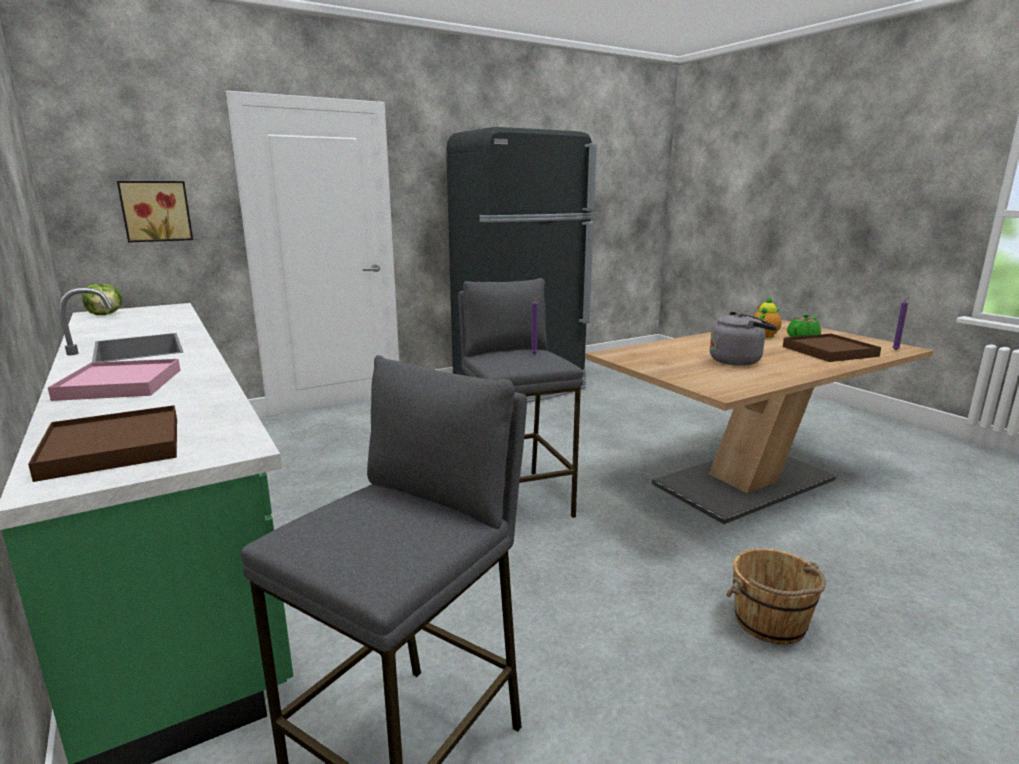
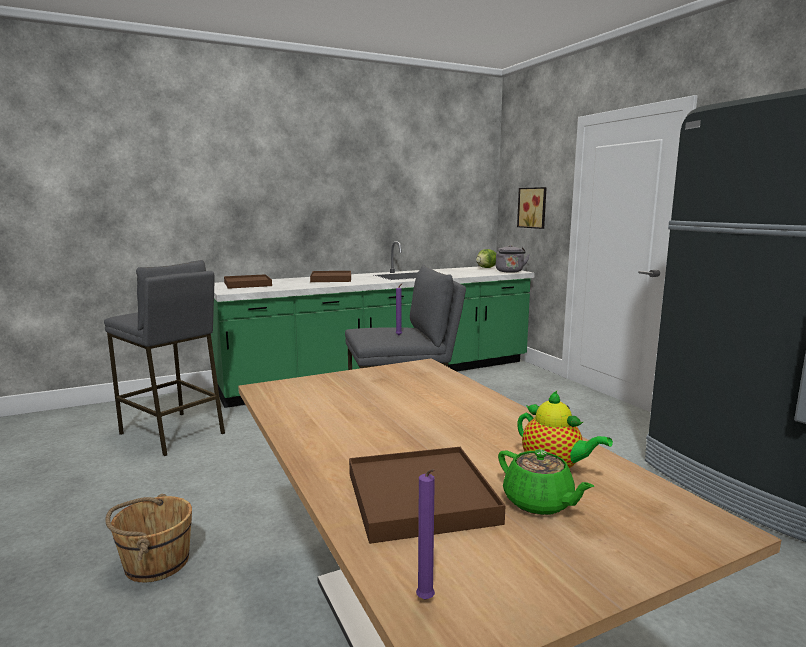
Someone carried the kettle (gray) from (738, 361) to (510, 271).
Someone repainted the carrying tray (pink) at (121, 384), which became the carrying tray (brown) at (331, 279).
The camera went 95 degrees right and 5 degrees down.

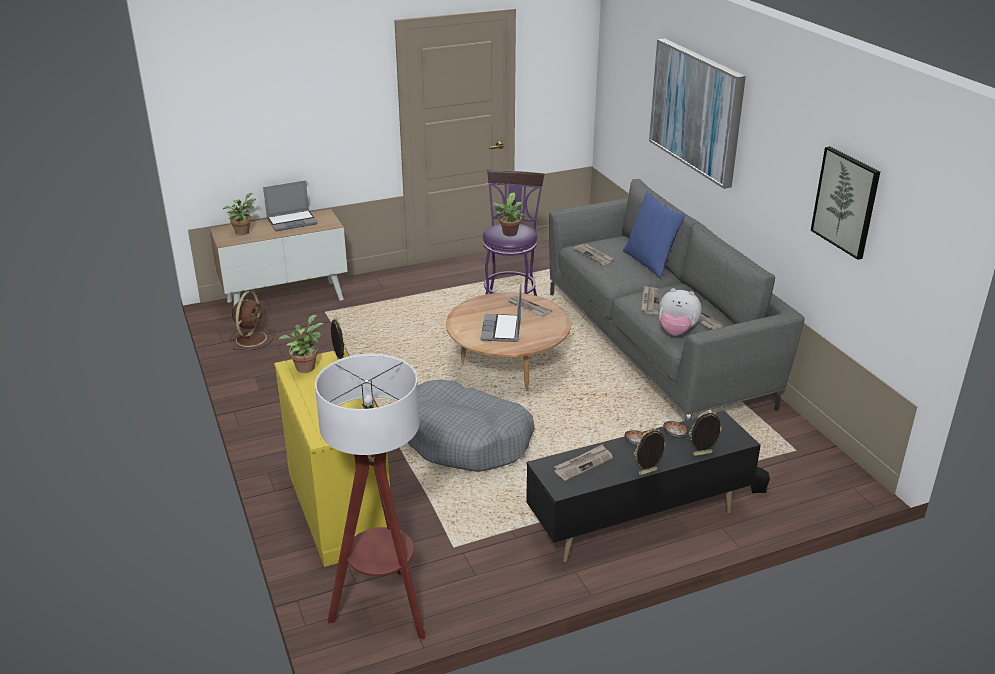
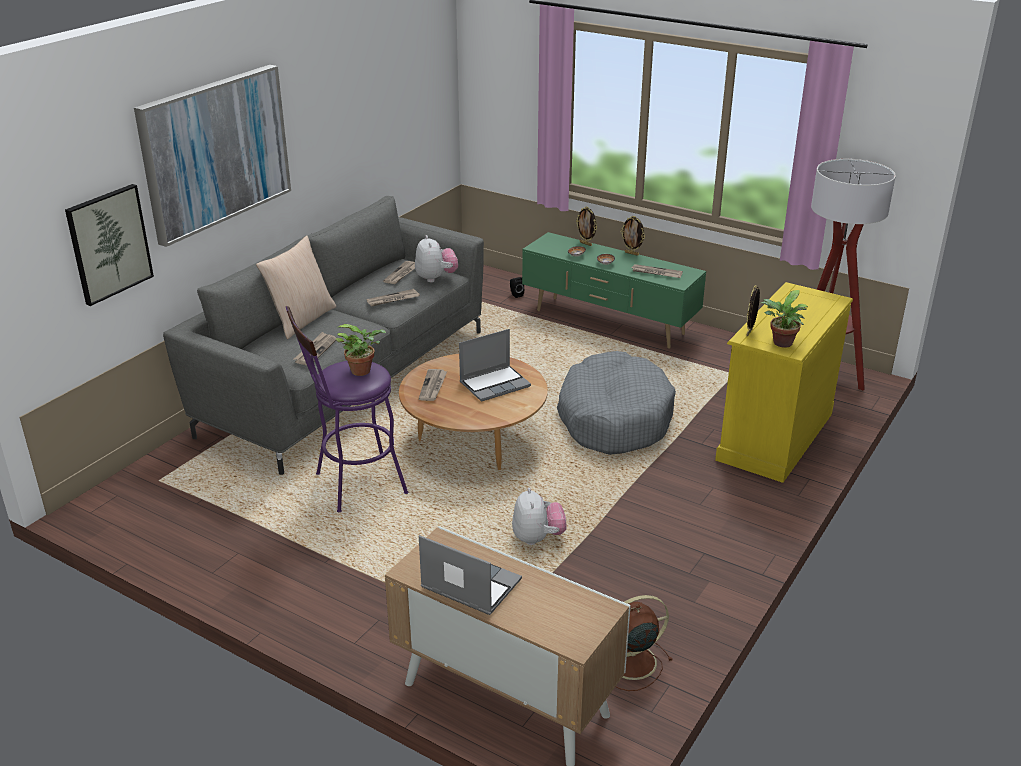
Someone carried the picture from (846, 202) to (109, 244).
Someone repainted the pillow (blue-coloured) at (650, 262), which became the pillow (beige) at (301, 320).
Someone took away the plant in a pot at (243, 231).
Someone repainted the tv stand (black-coloured) at (637, 522), which became the tv stand (greenish) at (609, 323).
Someone put down the soft toy at (537, 538).
The camera went 125 degrees left and 0 degrees up.

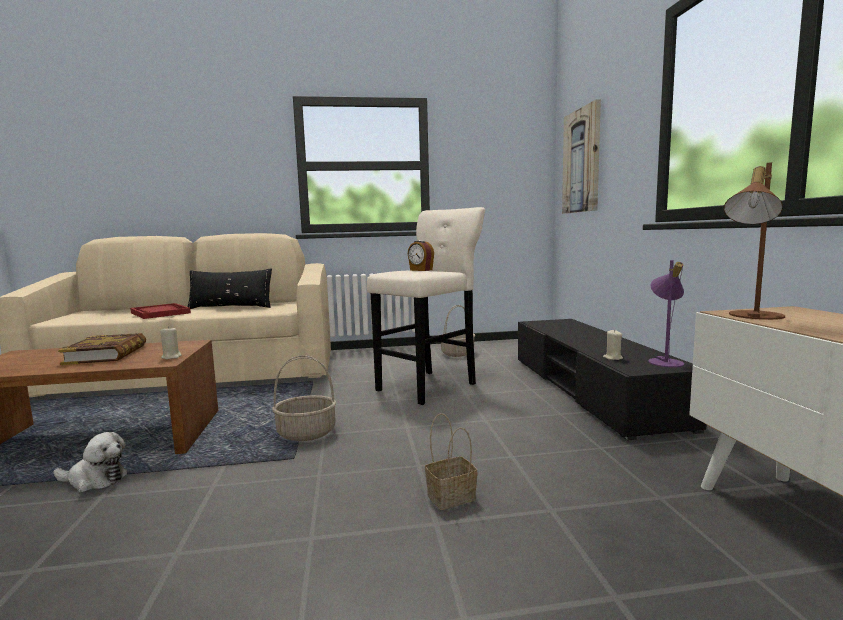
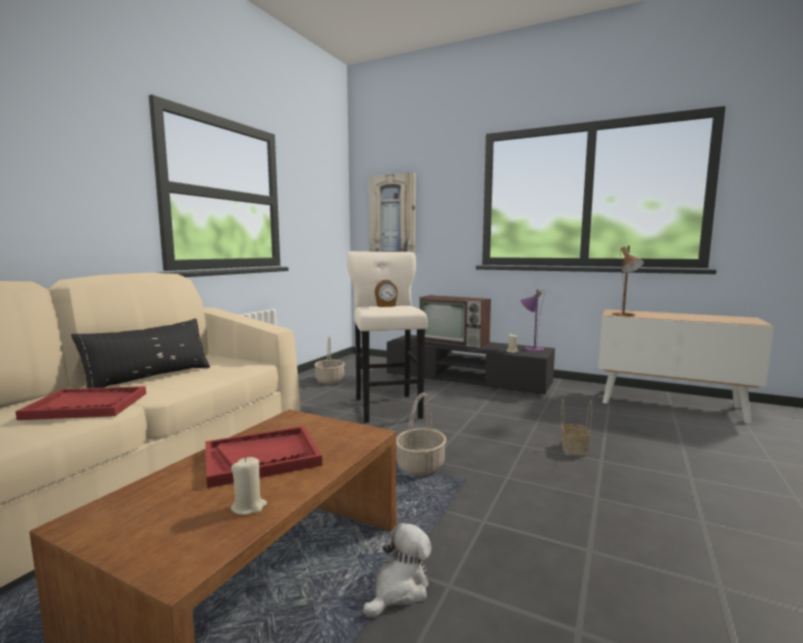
Someone carried the candle (beige) from (171, 357) to (249, 507).
Someone swapped the bound book at (107, 354) for the carrying tray (red-coloured) at (262, 457).
Someone put down the television at (455, 342).
The camera went 55 degrees left and 0 degrees up.

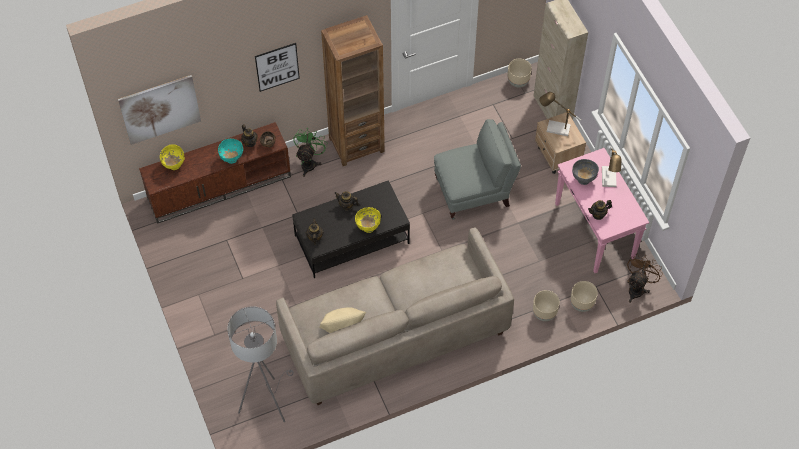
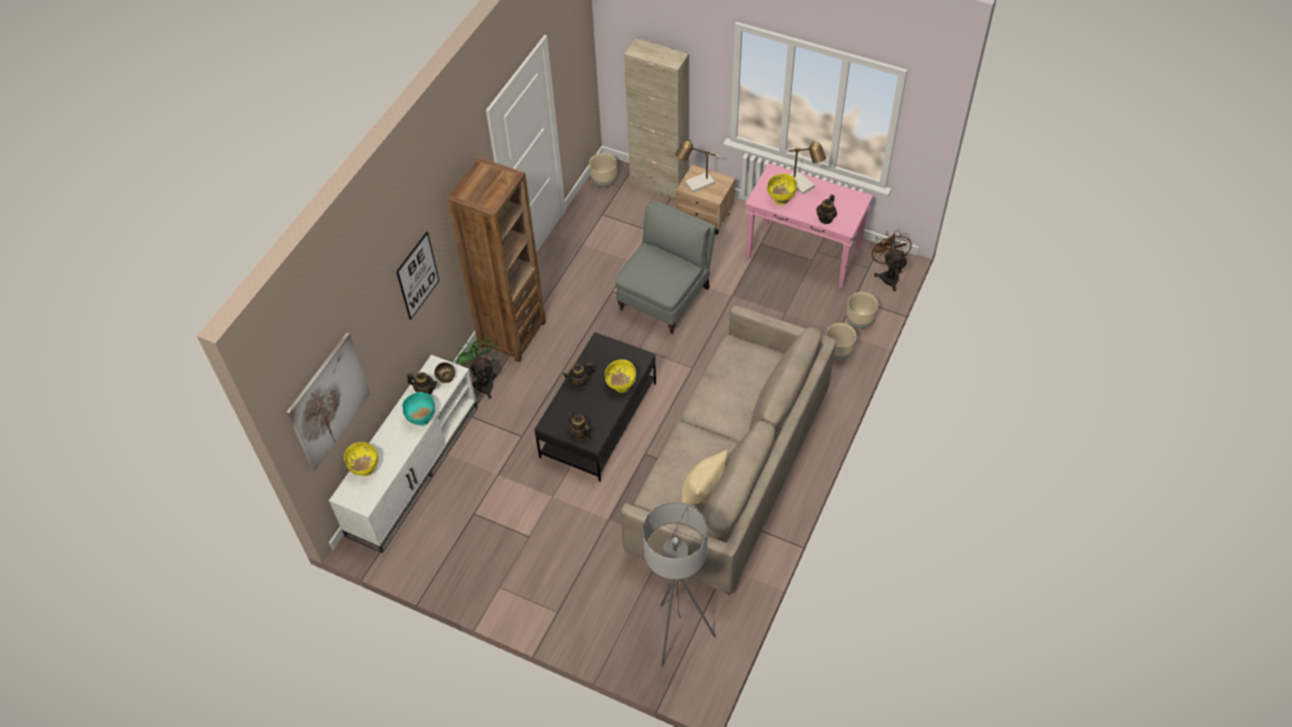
Someone repainted the tv stand (brown) at (219, 186), which became the tv stand (whitish) at (413, 469).
Someone repainted the bowl (gray) at (583, 179), which became the bowl (yellow-coloured) at (781, 199).
The camera went 40 degrees left and 5 degrees down.

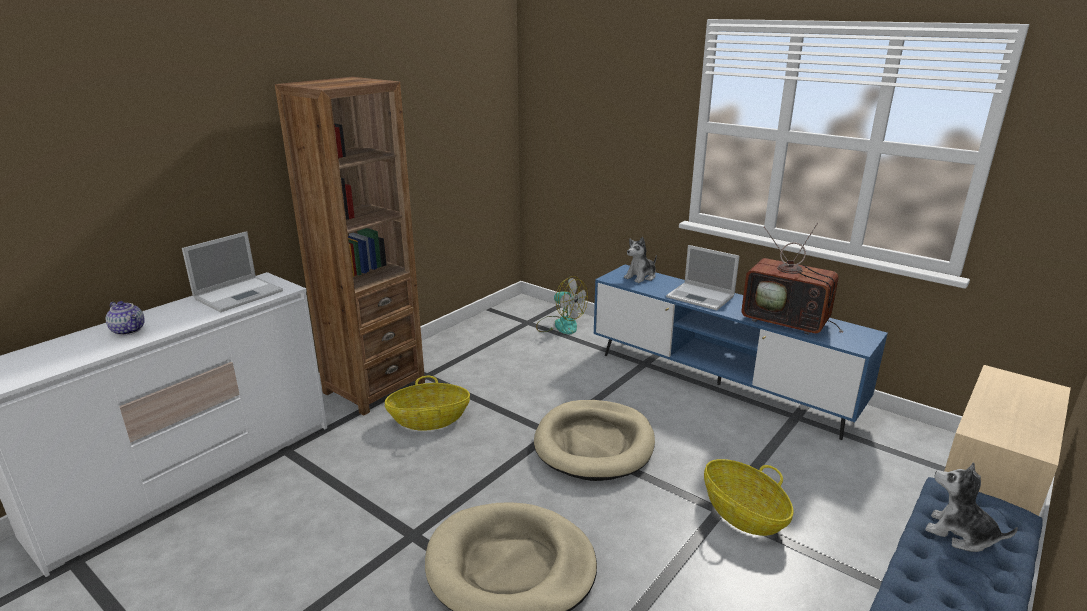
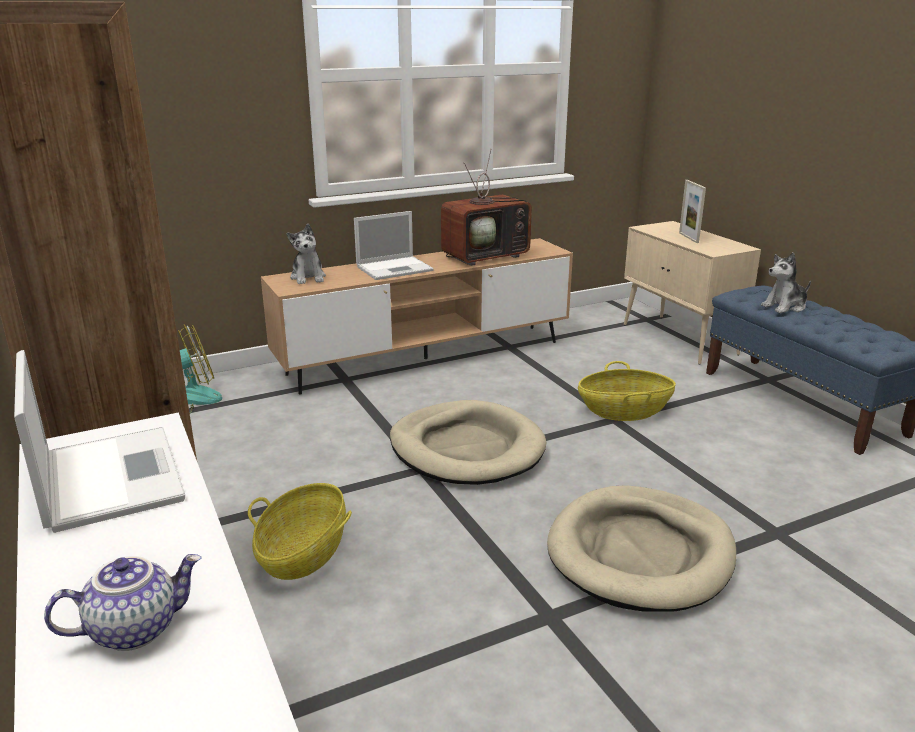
Someone repainted the tv stand (blue-coloured) at (718, 384), which became the tv stand (brown) at (426, 358).
Someone put down the photo frame at (688, 238).
The camera went 65 degrees left and 0 degrees up.

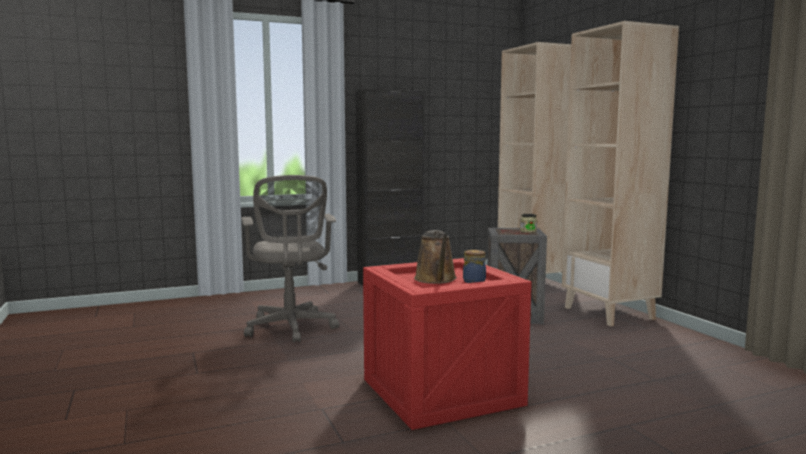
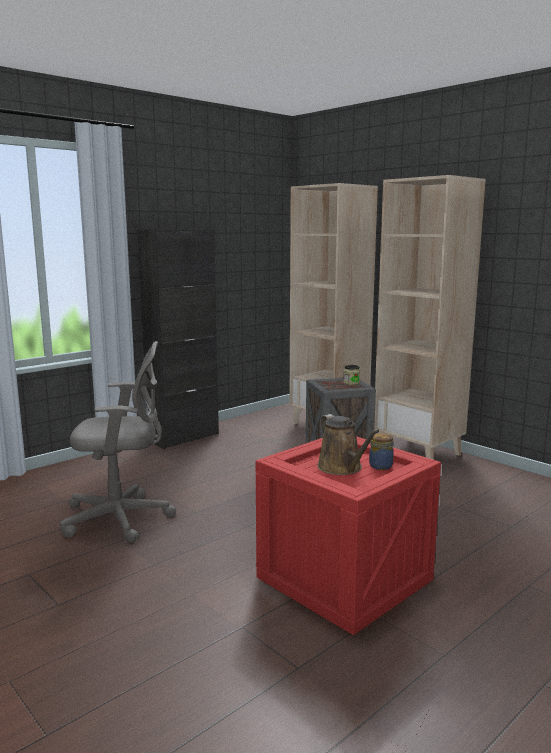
Someone rotated the office chair (gray) at (291, 328) by 60 degrees counterclockwise.
The camera went 20 degrees left and 5 degrees up.

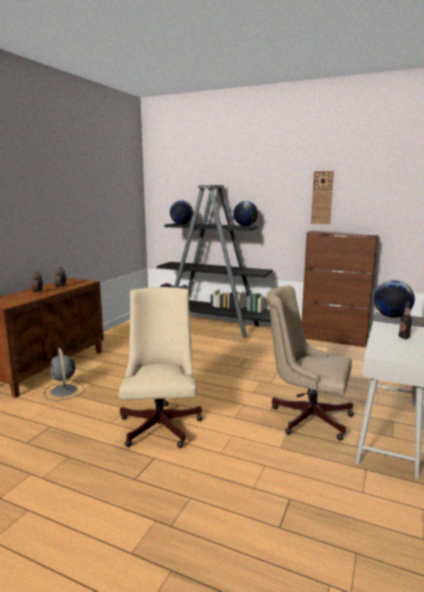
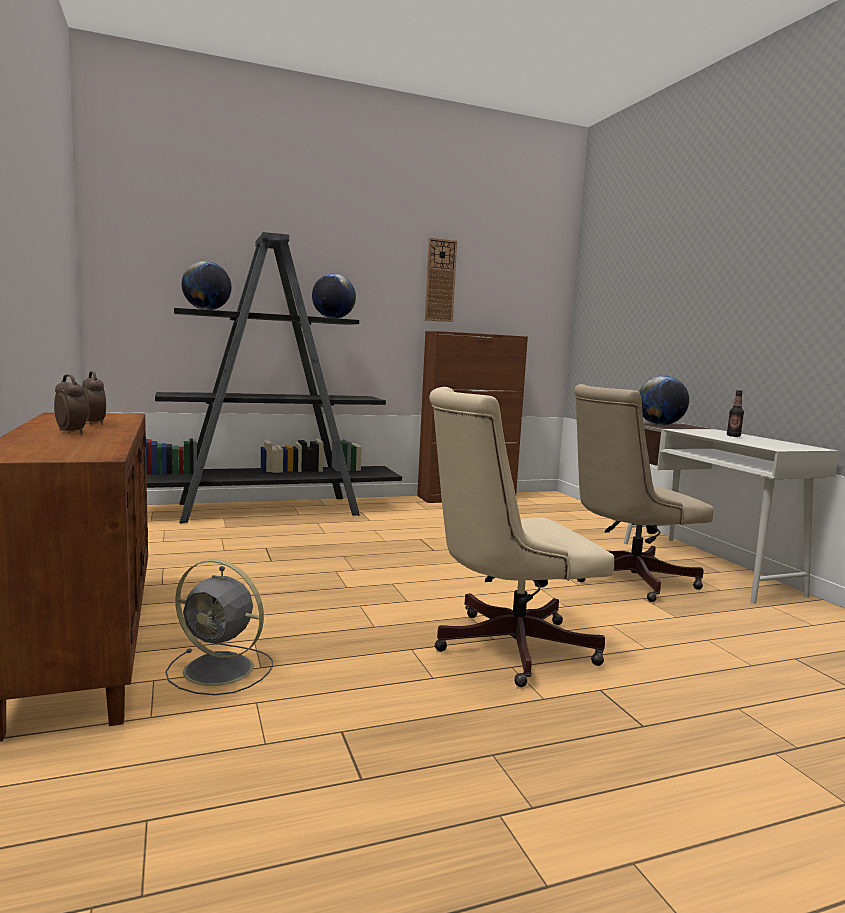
Someone rotated the office chair (beige) at (161, 423) by 60 degrees counterclockwise.
The camera went 45 degrees left and 5 degrees down.

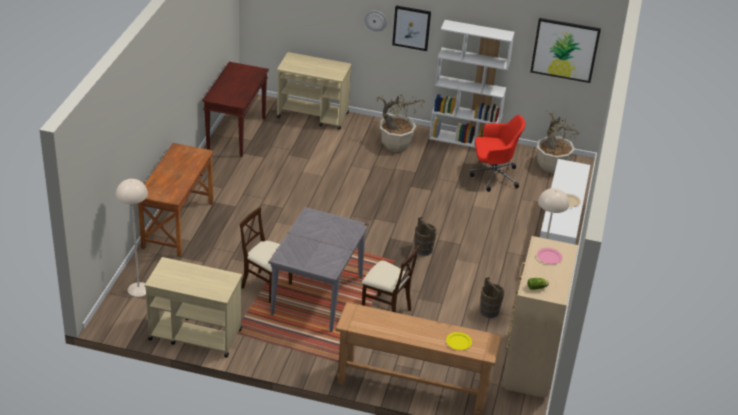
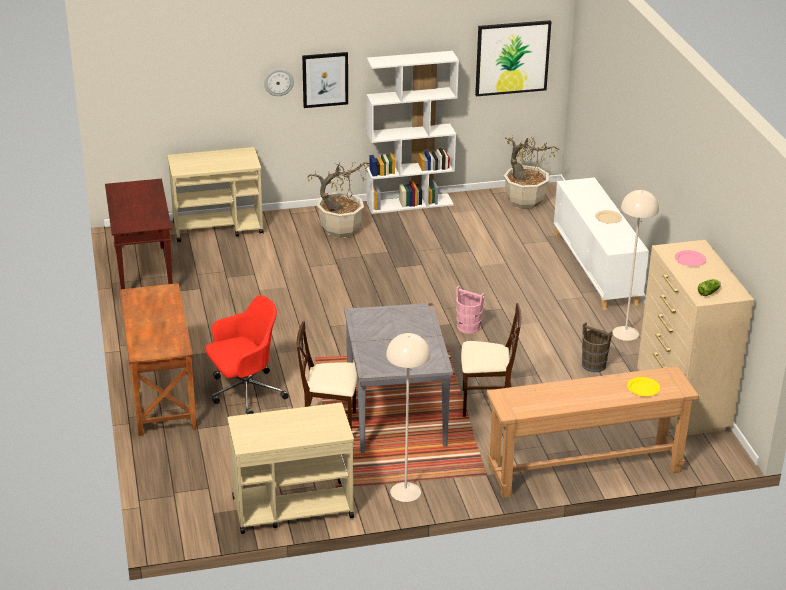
Someone carried the office chair (red-coloured) from (493, 176) to (245, 392).
Someone carried the standard lamp (beige) from (138, 289) to (405, 491).
Someone repainted the pail (brown) at (423, 250), which became the pail (pink) at (468, 327).
The camera went 25 degrees left and 5 degrees down.

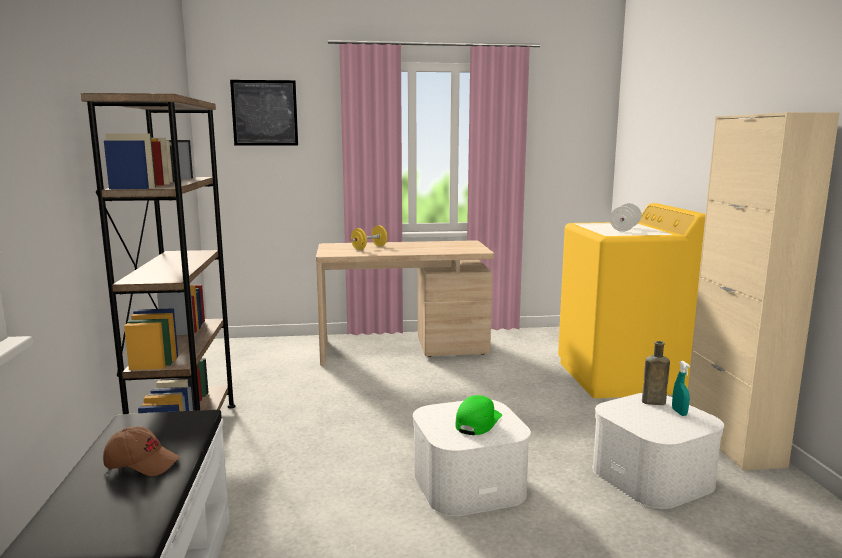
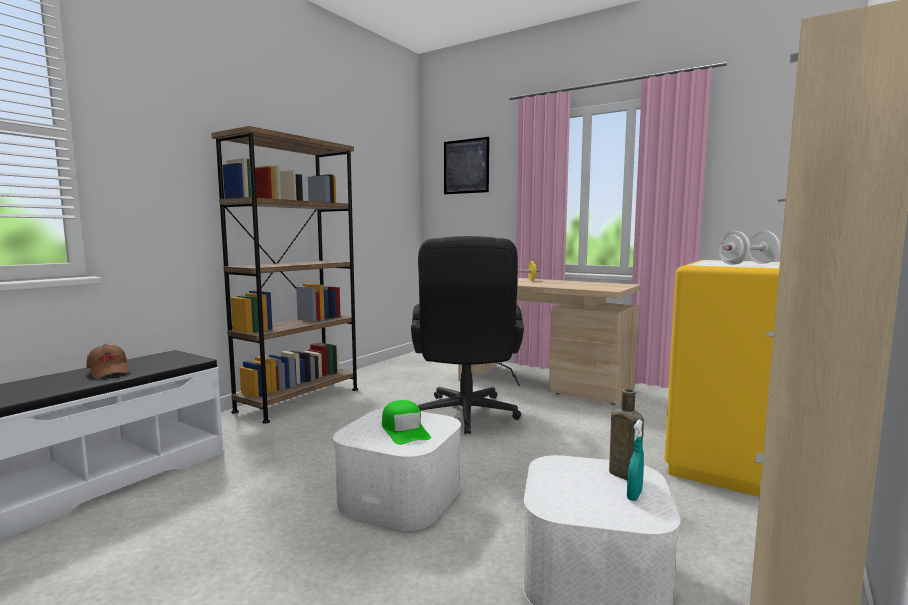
Someone rotated the peaked cap (greenish) at (478, 422) by 90 degrees clockwise.
Someone put down the office chair (black-coloured) at (466, 417).
The camera went 40 degrees right and 5 degrees down.

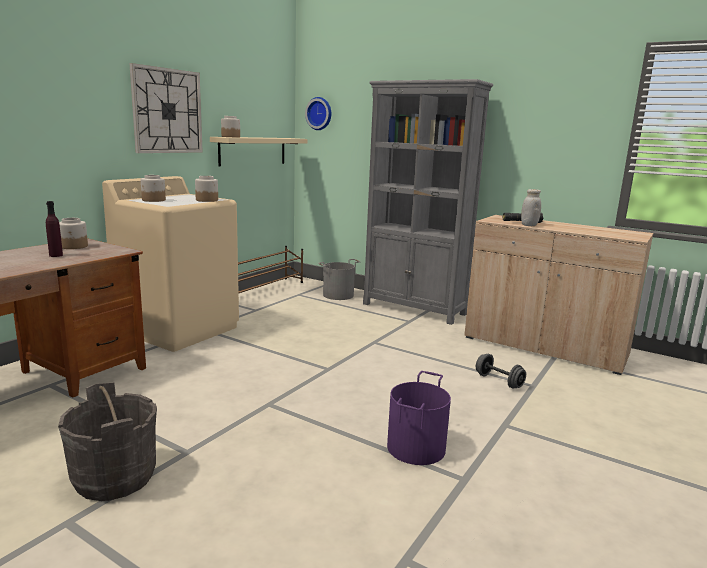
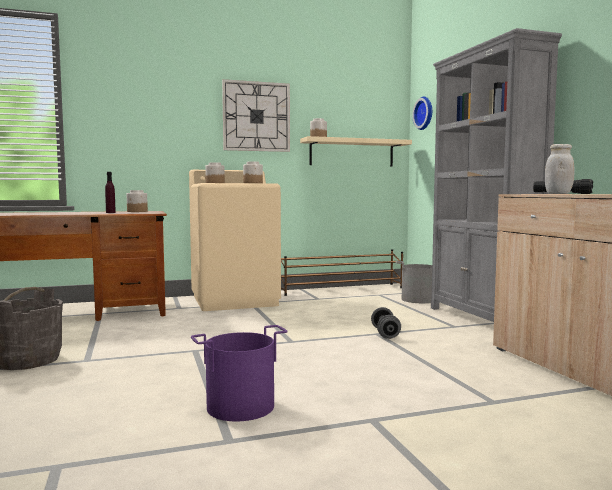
Someone carried the hand weight (gray) from (499, 381) to (385, 333).
The camera went 40 degrees right and 10 degrees down.

